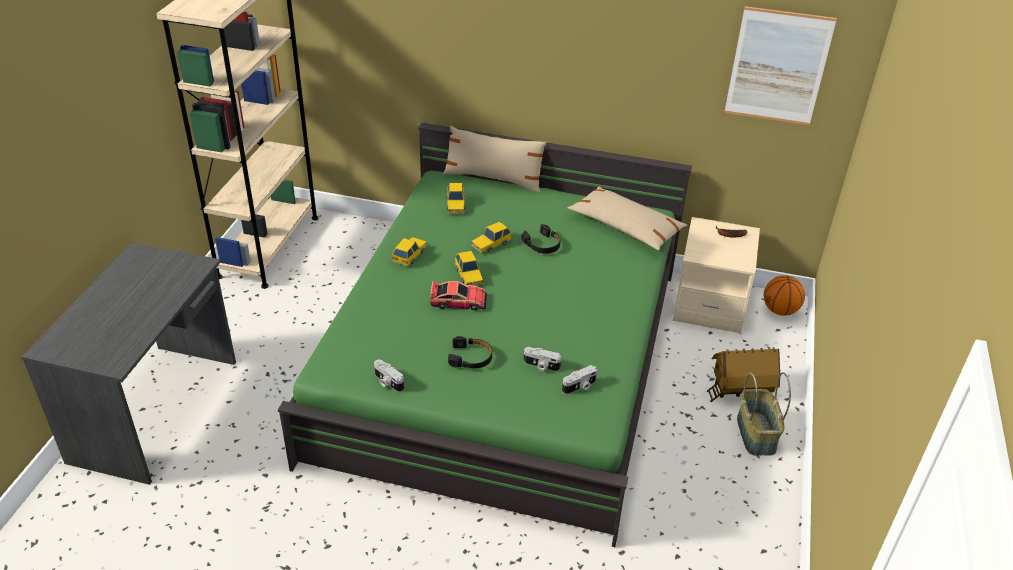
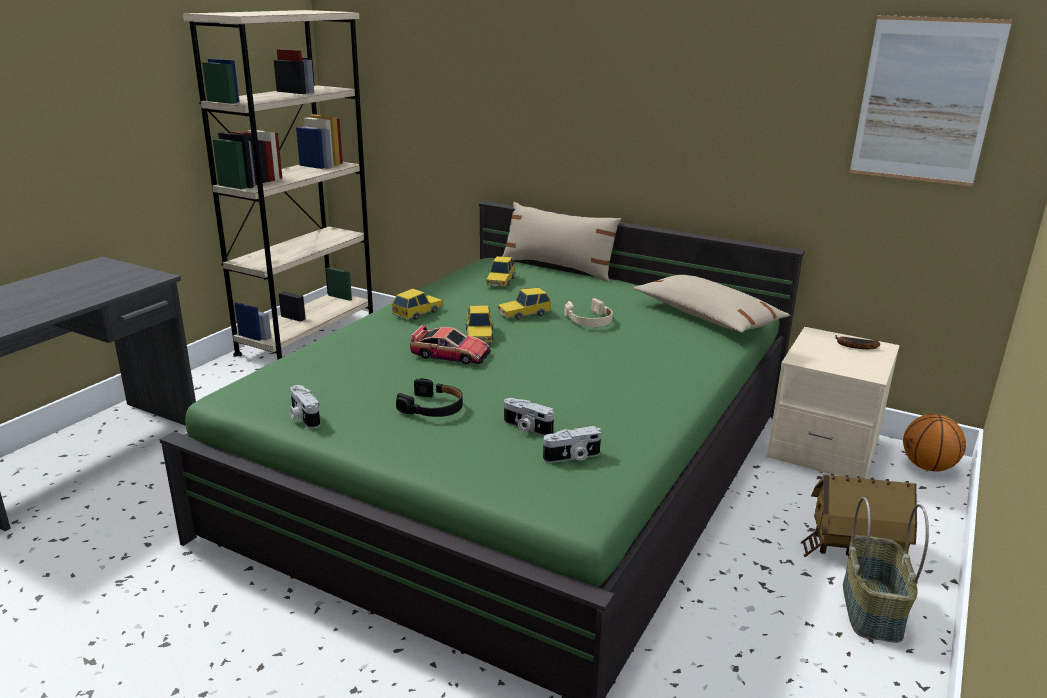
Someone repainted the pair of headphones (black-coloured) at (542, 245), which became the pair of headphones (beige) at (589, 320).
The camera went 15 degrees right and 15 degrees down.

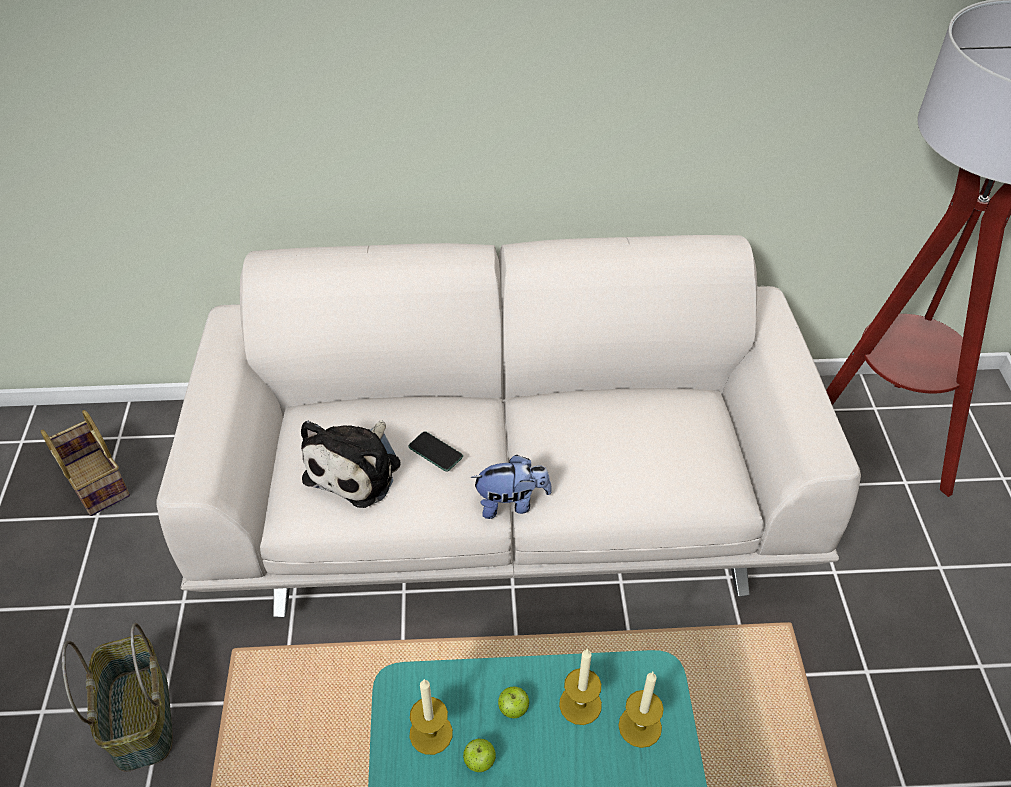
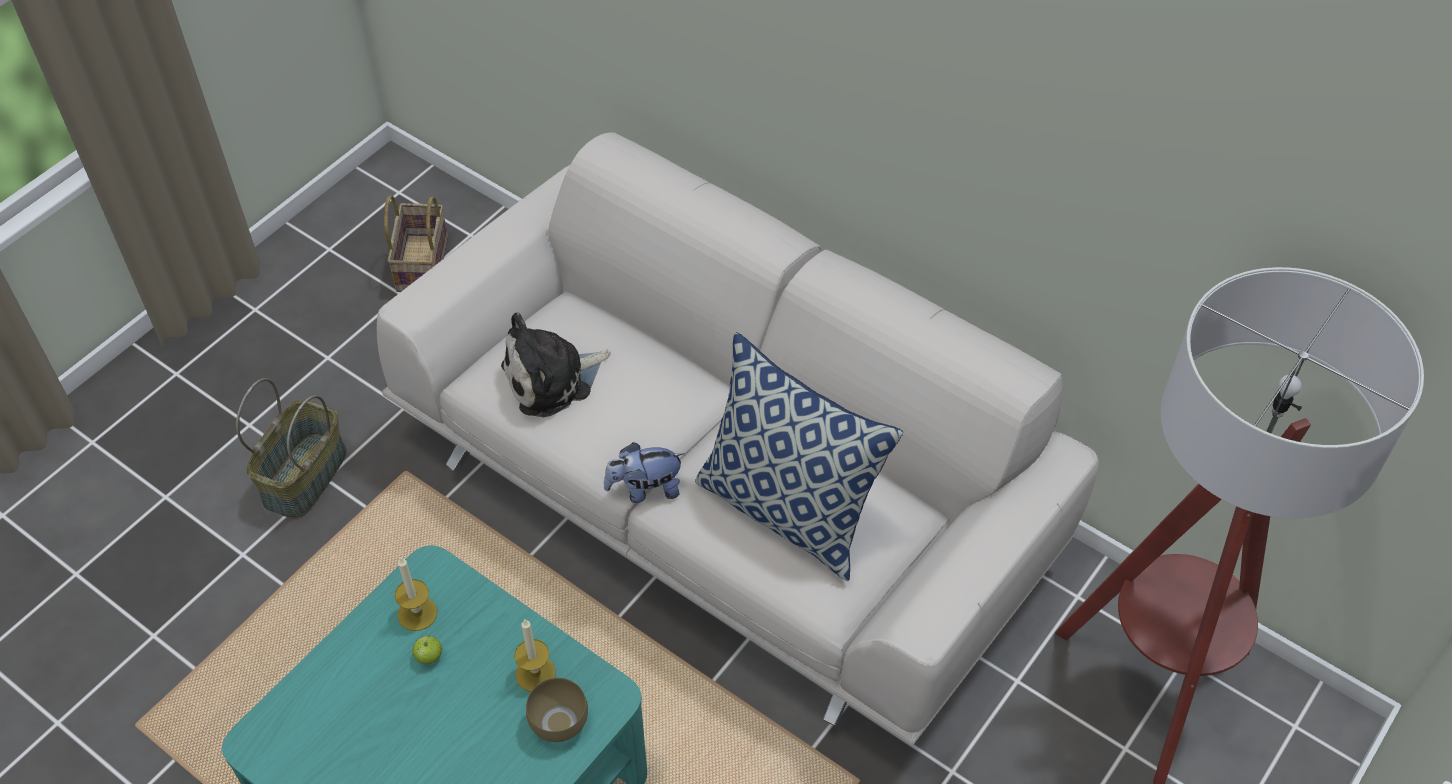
Someone took away the telephone at (435, 452).
Someone rotated the soft toy at (511, 503) by 135 degrees clockwise.
Someone swapped the candle at (640, 726) for the bowl (brown) at (560, 721).
Someone took away the apple at (513, 709).
Someone put down the pillow at (789, 510).
The camera went 40 degrees right and 5 degrees up.

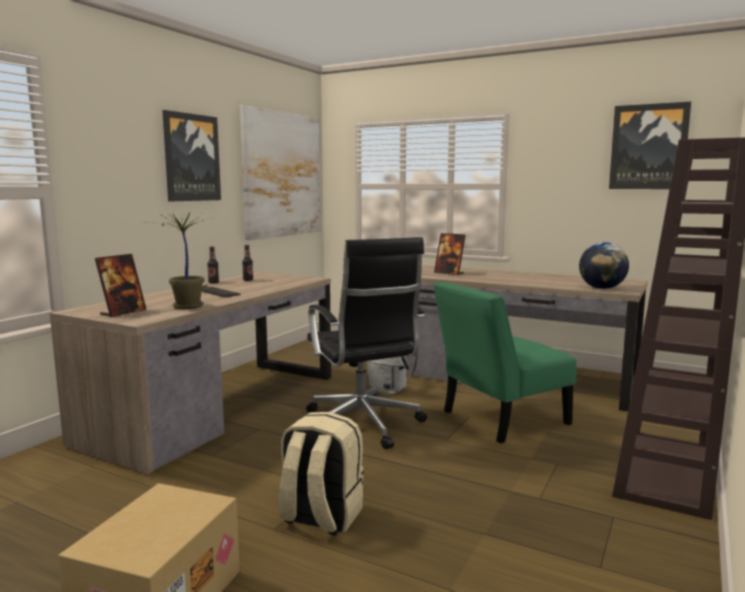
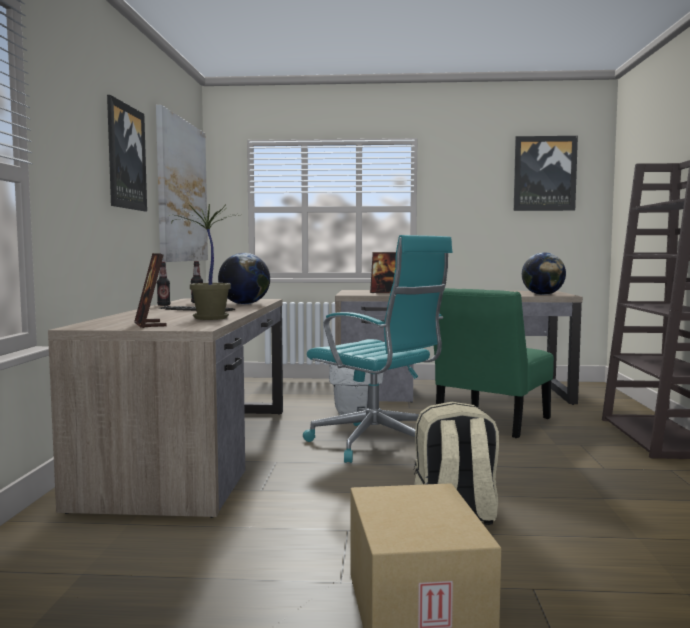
Someone repainted the office chair (black-coloured) at (362, 426), which became the office chair (blue-green) at (377, 444).
Someone rotated the photo frame at (123, 312) by 150 degrees clockwise.
Someone put down the world globe at (244, 304).
The camera went 25 degrees left and 5 degrees down.

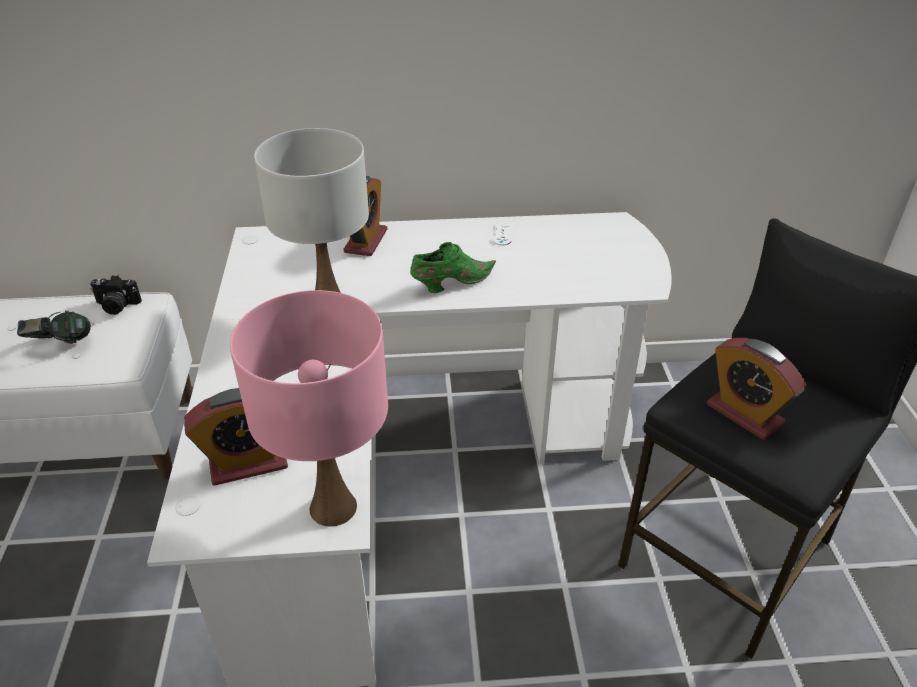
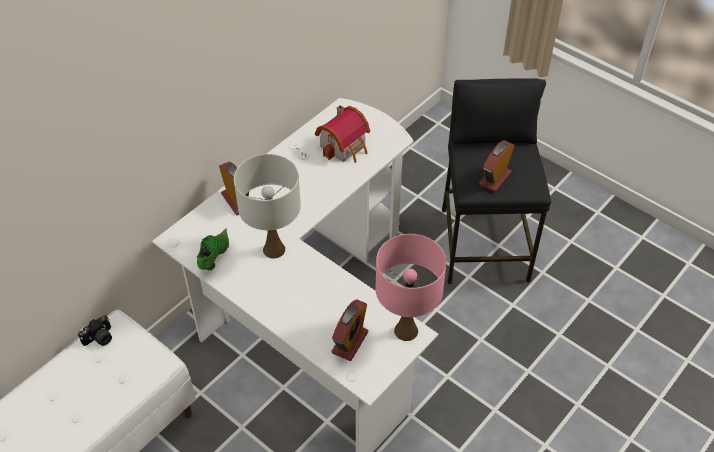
Someone carried the item of footwear (greenish) from (450, 283) to (213, 257).
Someone took away the pair of headphones at (60, 345).
Someone rotated the table clock at (744, 414) by 120 degrees clockwise.
Someone put down the miniature house at (345, 146).
The camera went 45 degrees left and 10 degrees up.

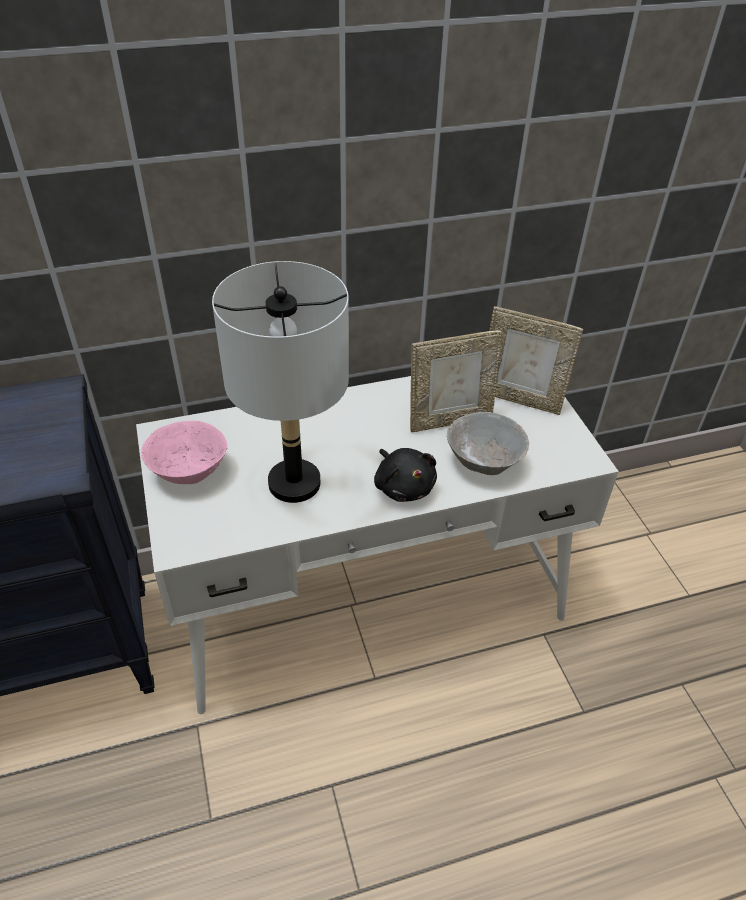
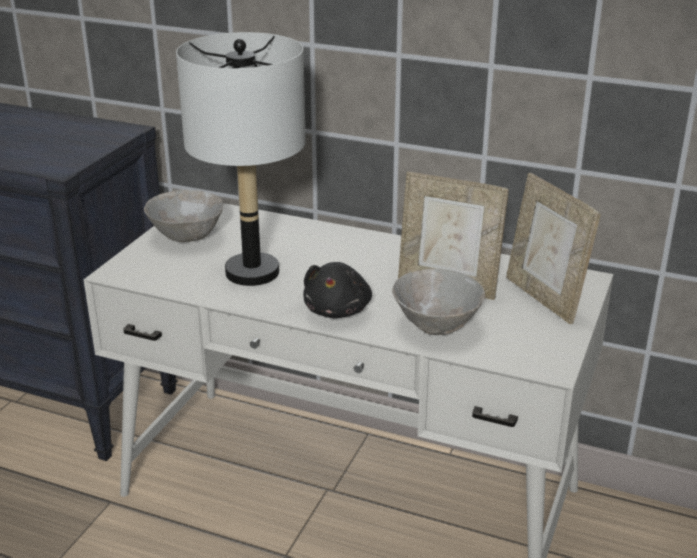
Someone repainted the bowl (pink) at (188, 472), which became the bowl (gray) at (186, 236).
The camera went 40 degrees right and 15 degrees down.

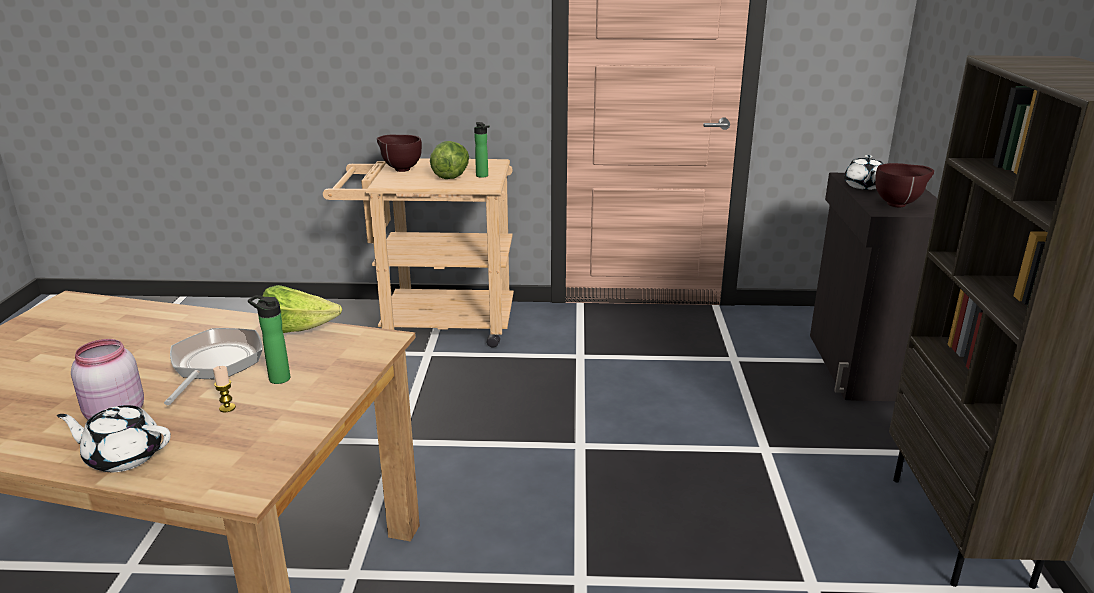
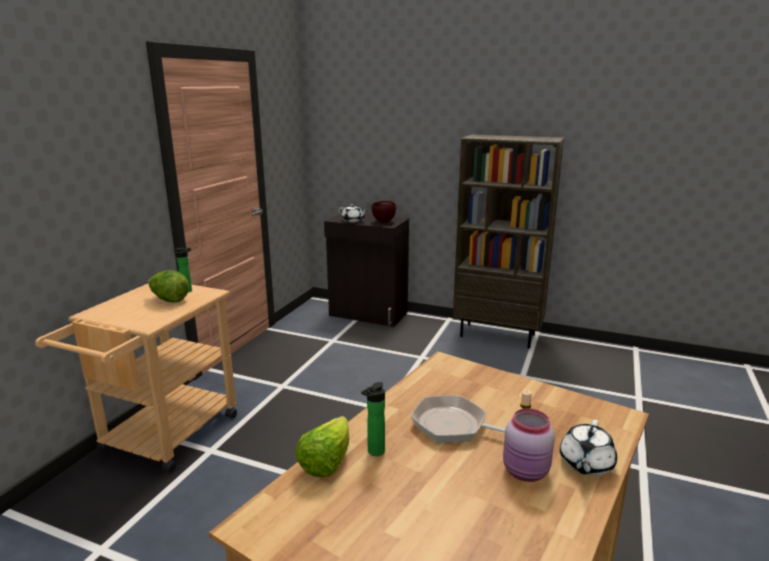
Someone took away the bowl (brown) at (400, 169).
Someone carried the lettuce head from (297, 330) to (326, 462).
Someone carried the drink bottle from (276, 378) to (374, 452).
The camera went 70 degrees left and 5 degrees down.

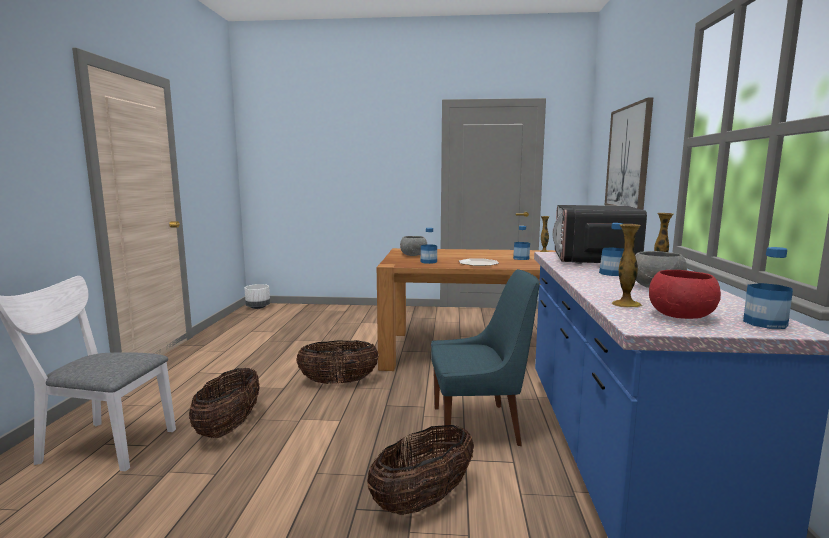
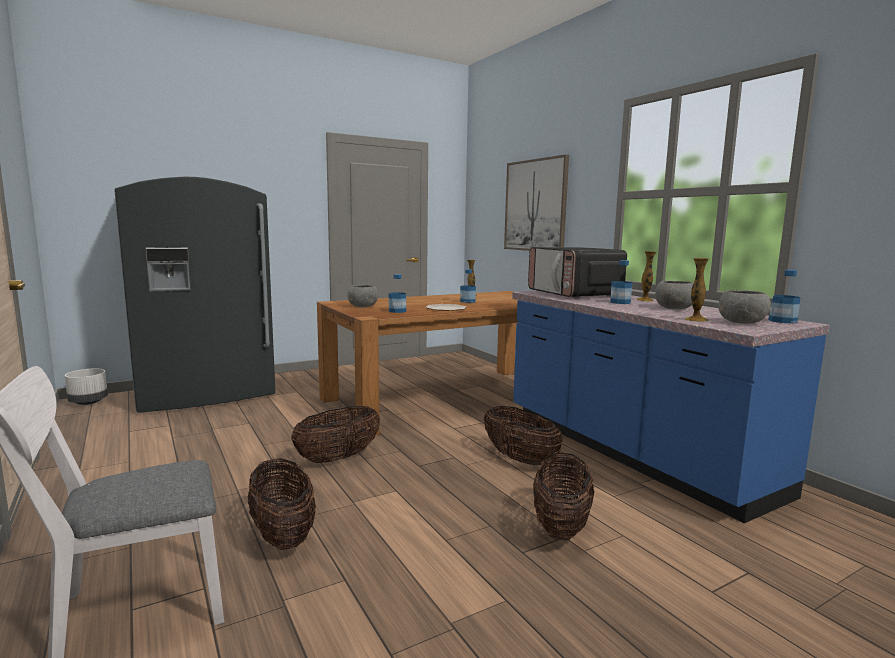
Someone swapped the upright chair (blue-coloured) at (479, 426) for the basket at (519, 459).
Someone repainted the bowl (red-coloured) at (680, 316), which became the bowl (gray) at (742, 323).
Someone put down the refrigerator (gray) at (205, 394).
The camera went 35 degrees left and 0 degrees up.

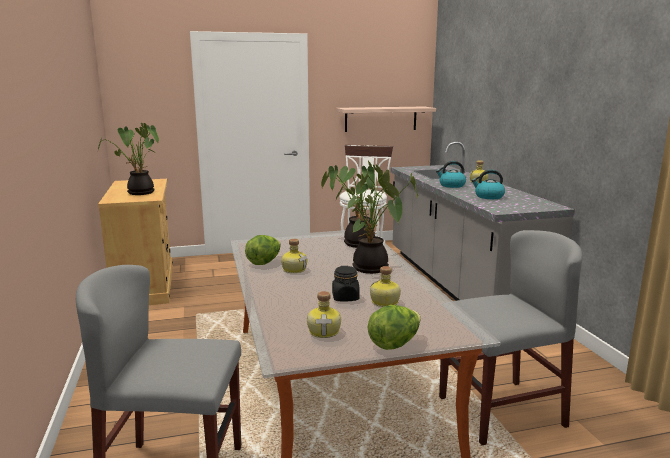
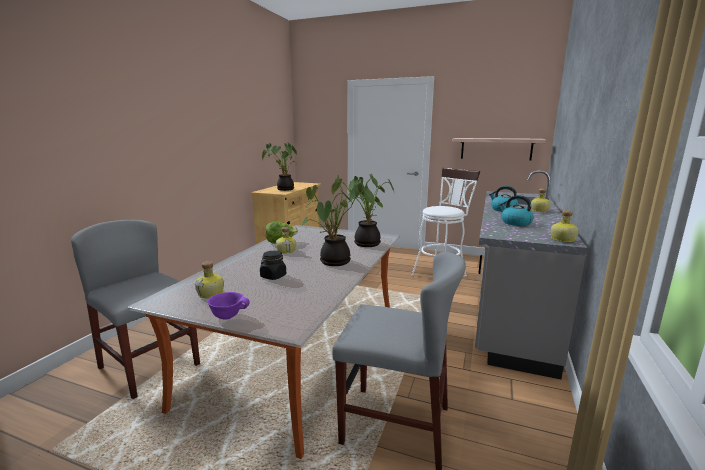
Someone carried the drink bottle from (385, 302) to (562, 240).
Someone swapped the lettuce head at (394, 343) for the bowl (purplish) at (228, 316).
The camera went 35 degrees right and 0 degrees up.

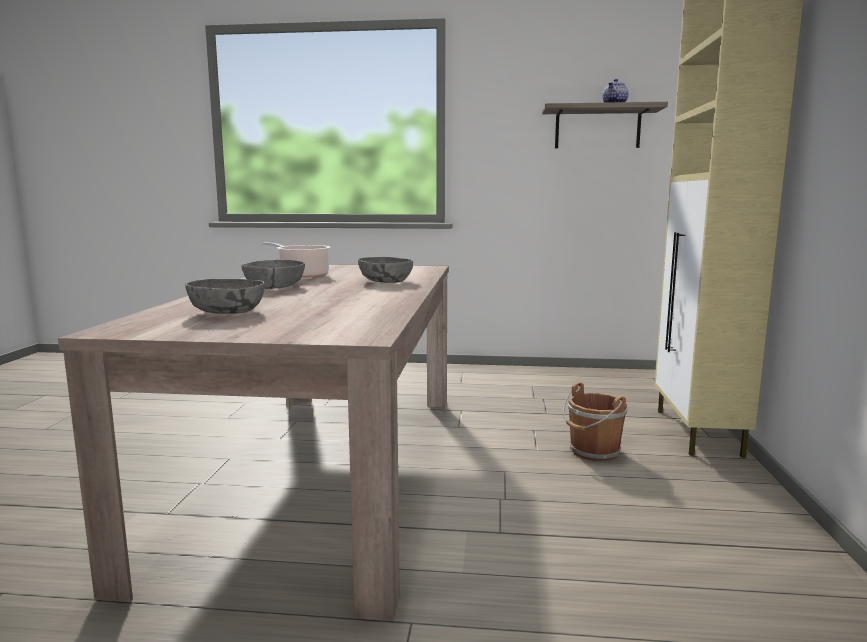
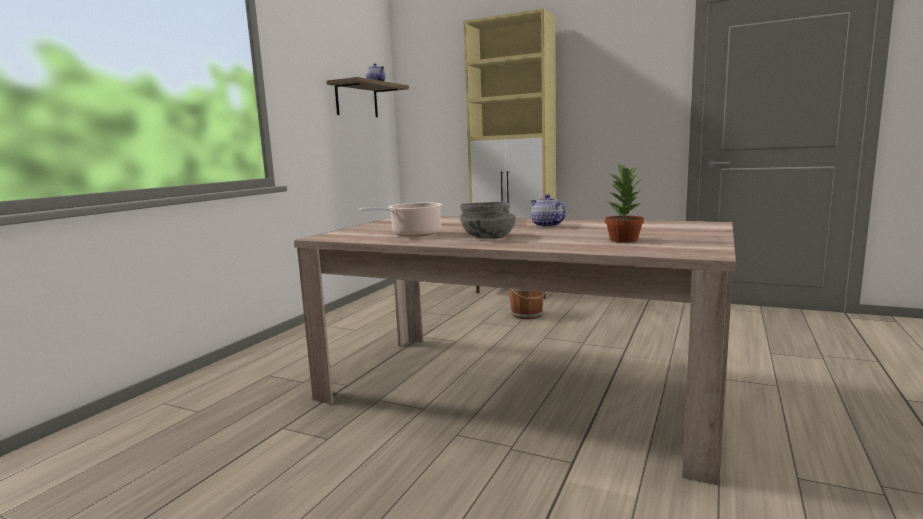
Someone swapped the bowl (gray) at (227, 312) for the plant in a pot at (624, 240).
Someone put down the pot for tea at (547, 225).
The camera went 70 degrees left and 0 degrees up.

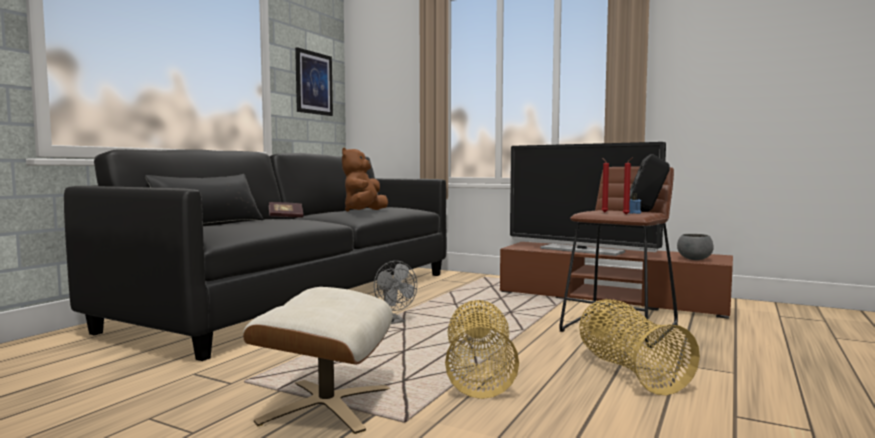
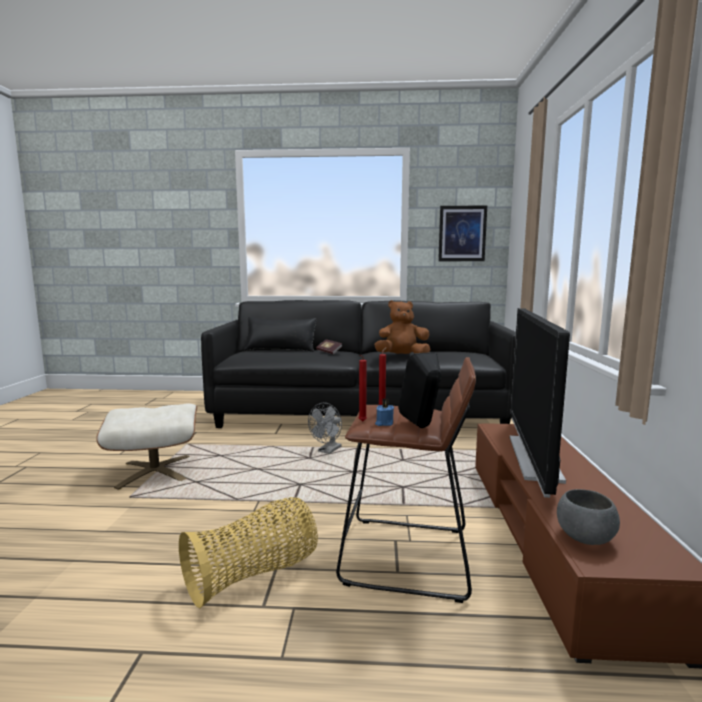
Someone took away the basket at (479, 373).
The camera went 65 degrees right and 5 degrees up.

